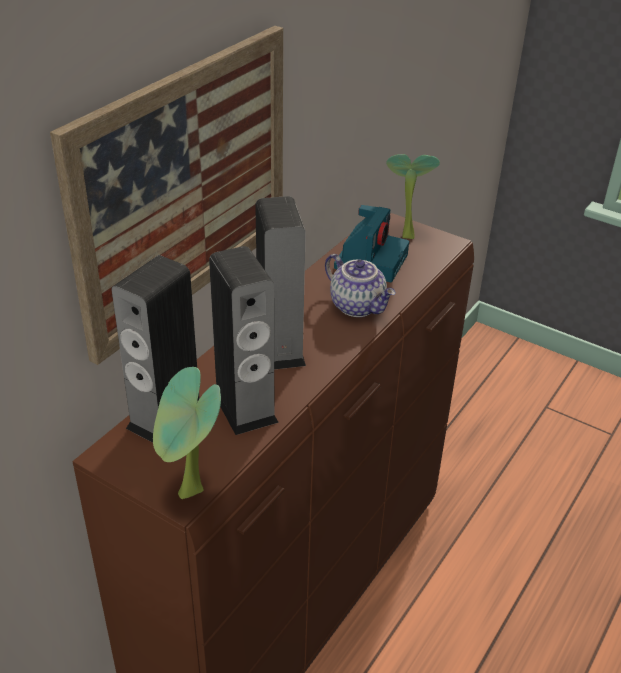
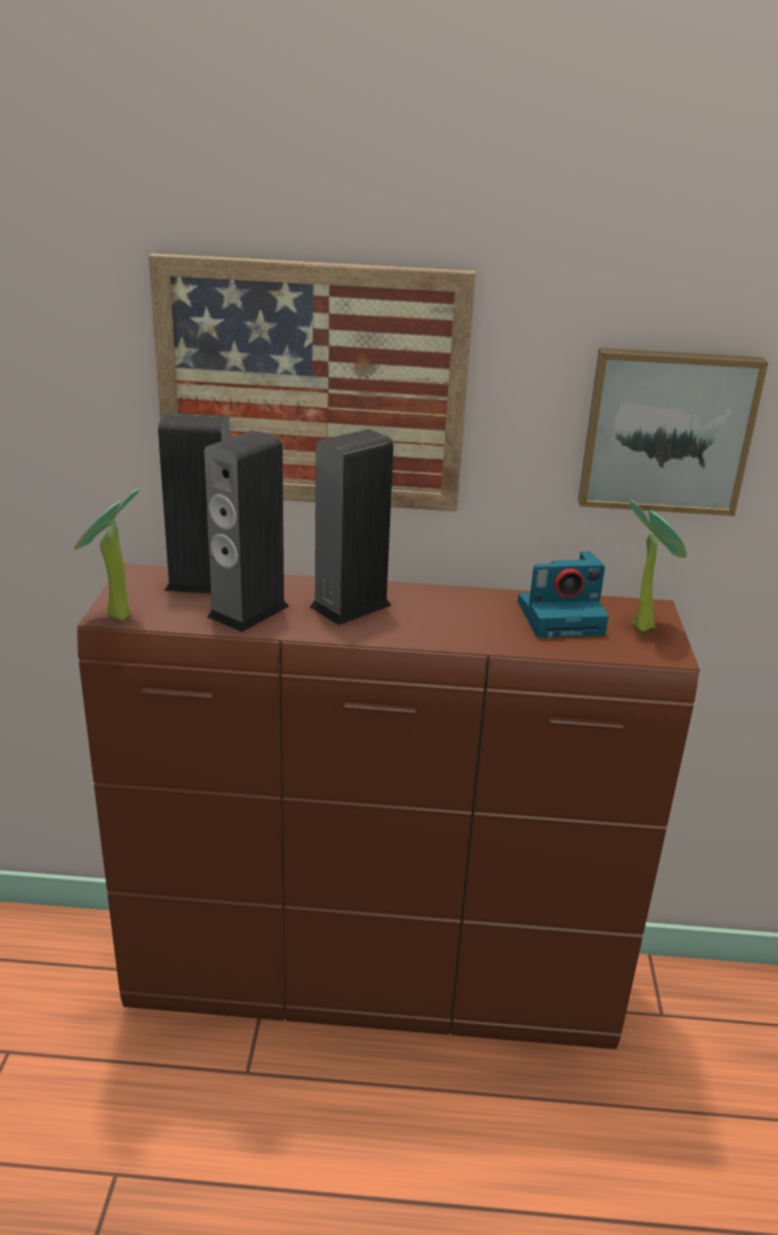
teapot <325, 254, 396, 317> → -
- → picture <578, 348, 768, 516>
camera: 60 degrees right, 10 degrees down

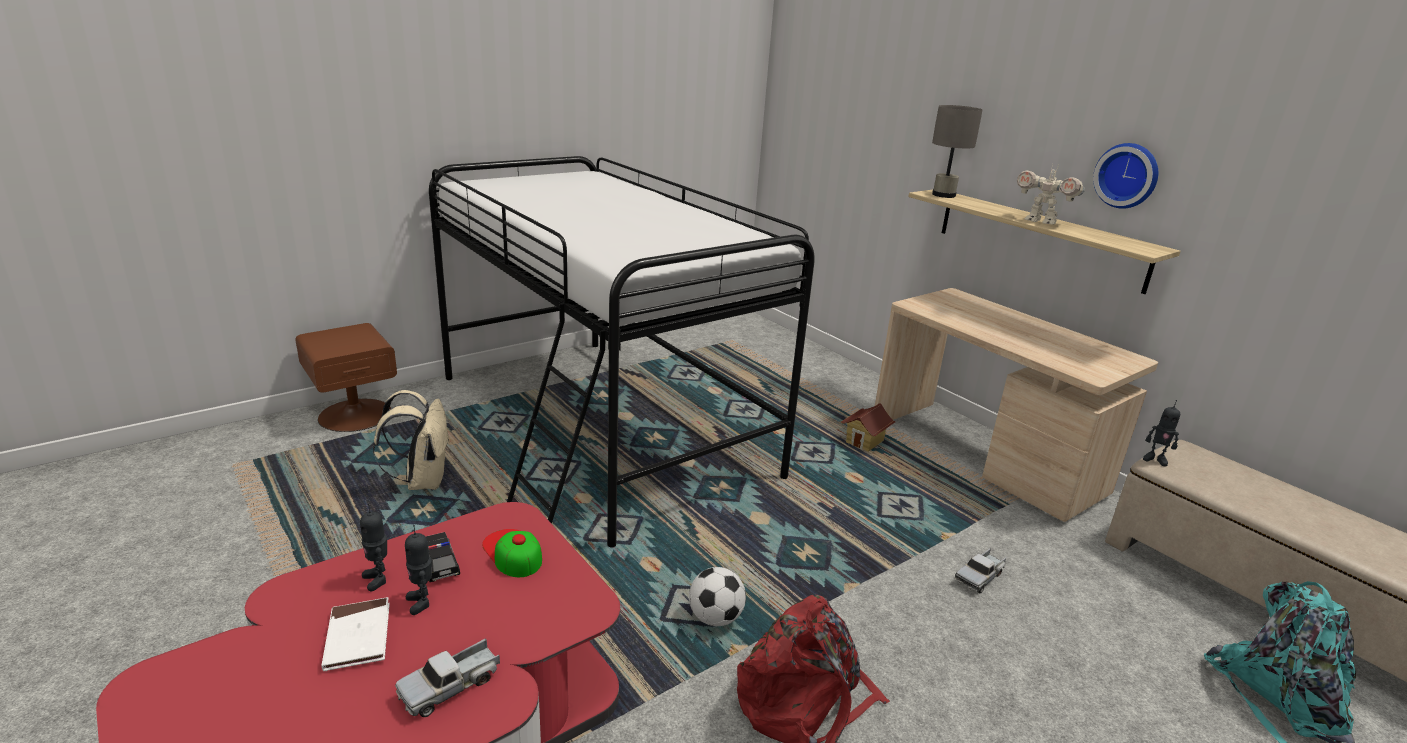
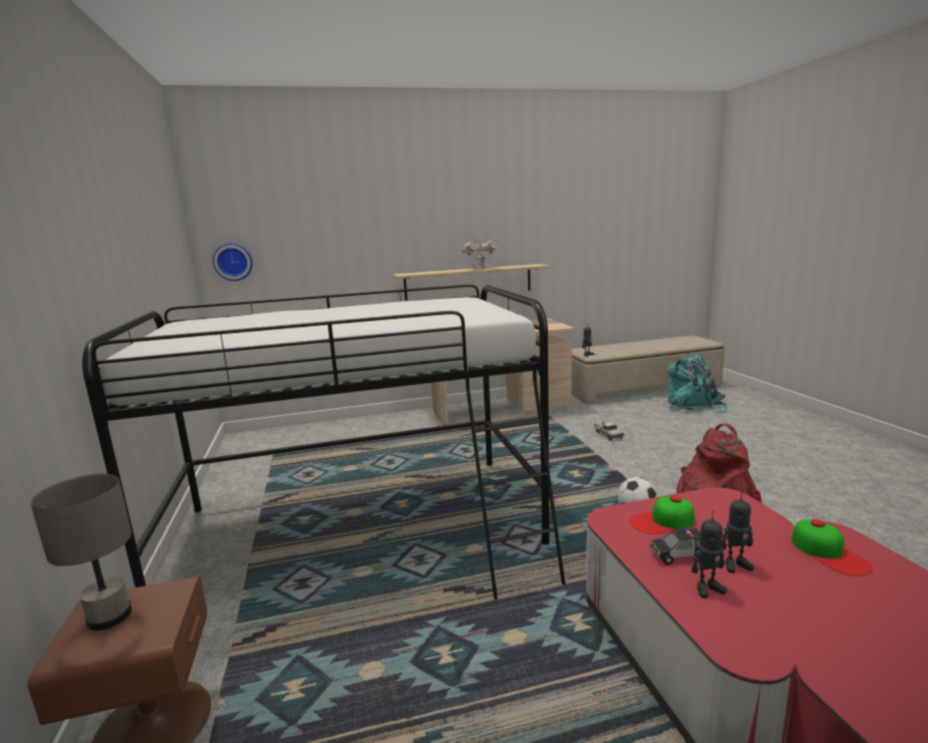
book in white <321, 597, 390, 671> → -
backpack in beige <373, 390, 450, 490> → -
toy house <841, 403, 896, 452> → -
table lamp in grey <932, 105, 982, 198> → table lamp in grey <31, 474, 132, 631>, move
wall clock <1093, 143, 1158, 209> → wall clock <213, 243, 253, 281>, move
toy truck <395, 639, 500, 717> → cap <791, 519, 873, 576>
camera: 65 degrees left, 10 degrees down

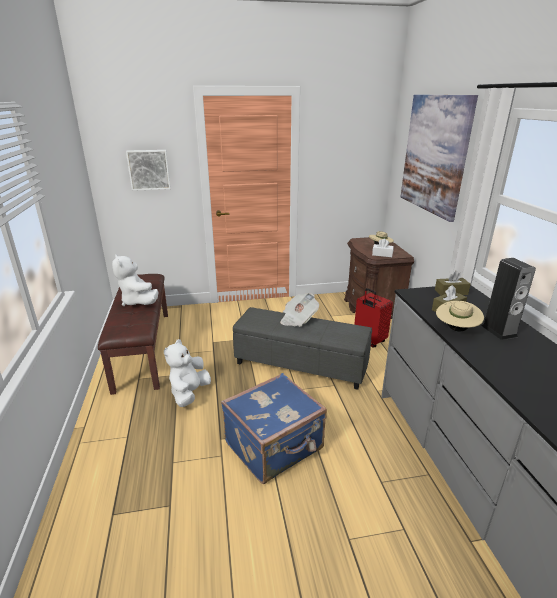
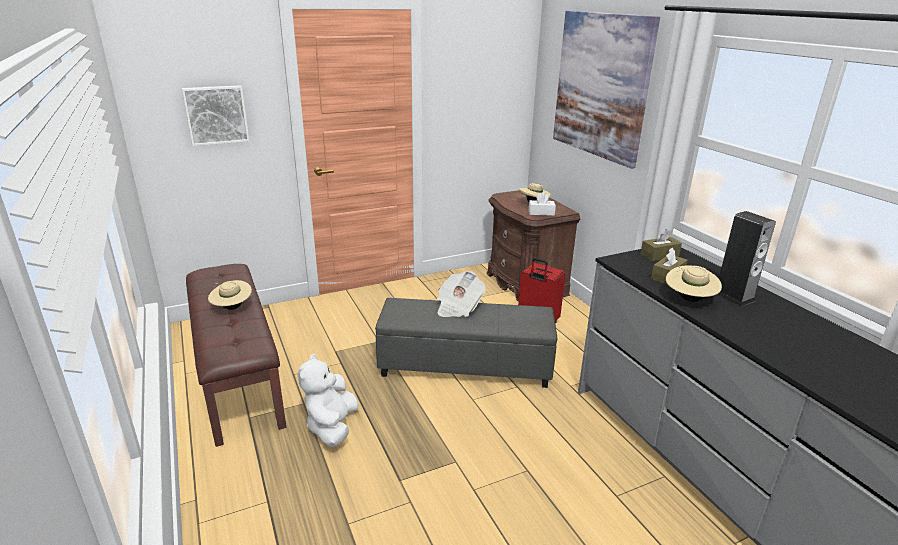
suitcase in blue <221, 373, 327, 484> → -
plush toy in white <112, 254, 159, 306> → hat in beige <208, 280, 252, 310>
camera: 15 degrees left, 0 degrees up

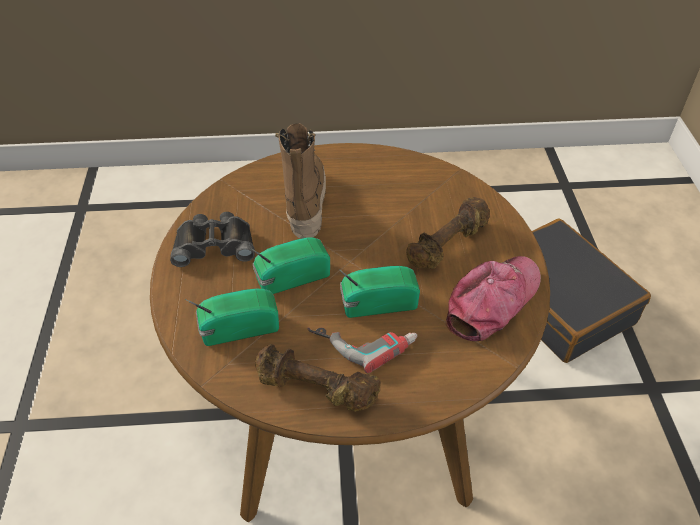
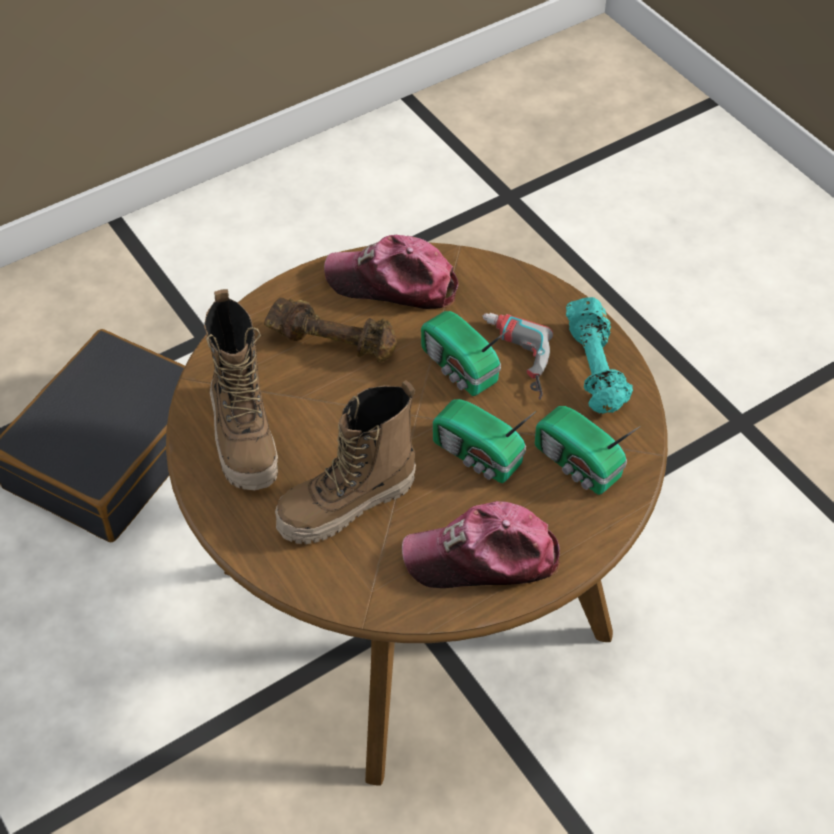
- → boot <204, 289, 278, 491>
binoculars in black <170, 212, 255, 267> → cap <402, 501, 560, 588>
dumbbell in brown <255, 344, 381, 412> → dumbbell in turquoise <566, 297, 633, 414>
camera: 120 degrees left, 5 degrees up

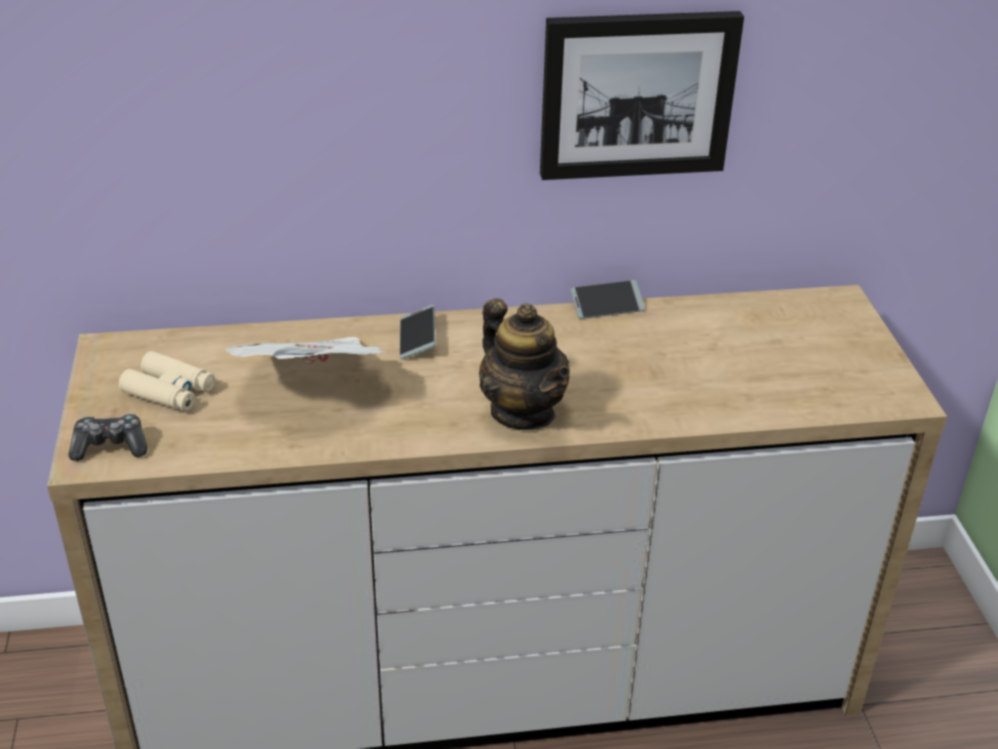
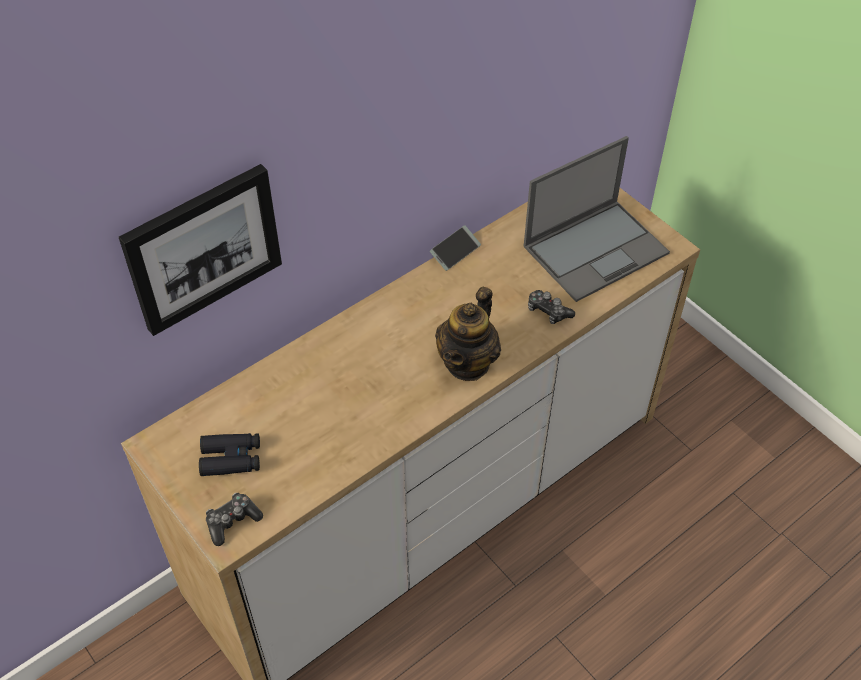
newspaper <225, 337, 389, 364> → -
phone <400, 305, 435, 360> → -
- → laptop <523, 136, 670, 302>
- → game controller <528, 290, 575, 324>
picture <540, 11, 744, 180> → picture <119, 164, 282, 336>, move
binoculars in beige <119, 351, 215, 411> → binoculars in black <199, 433, 260, 476>
teapot <479, 298, 570, 430> → teapot <435, 287, 501, 381>, 90 degrees clockwise
camera: 30 degrees left, 15 degrees up

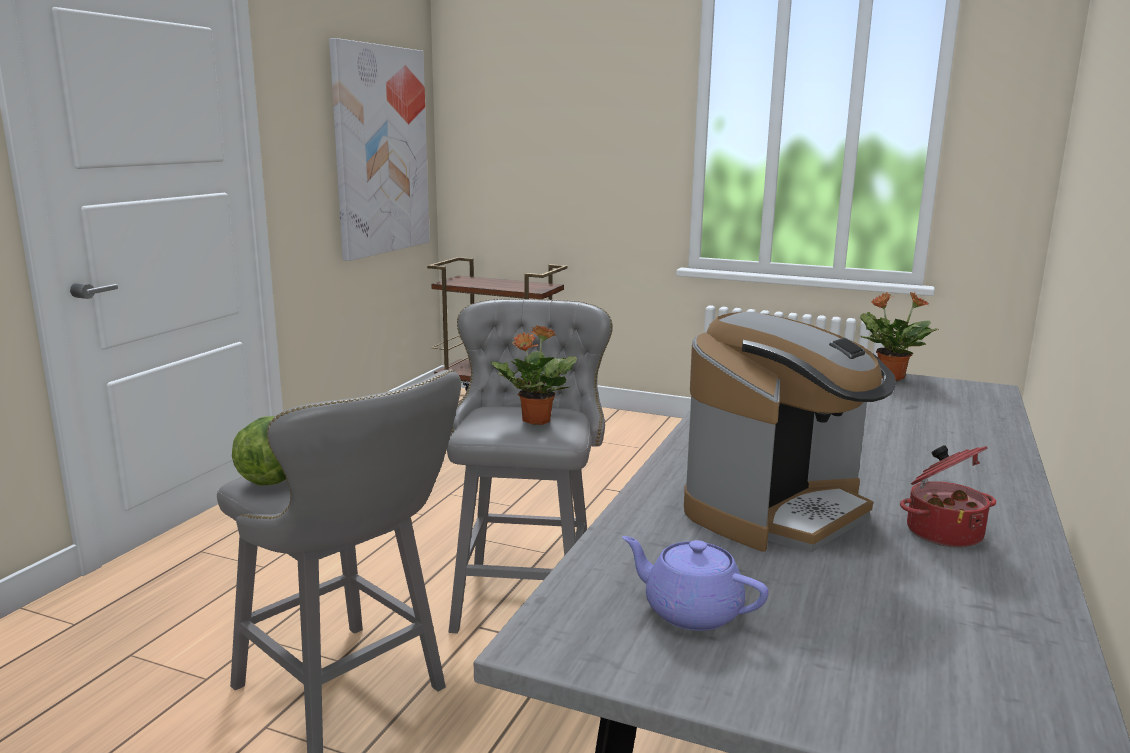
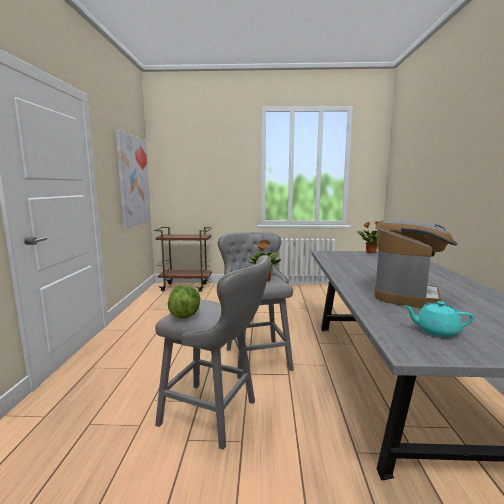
cooking pot <900, 445, 996, 548> → -
teapot in purple <622, 536, 769, 631> → teapot in turquoise <404, 301, 474, 337>
camera: 20 degrees left, 5 degrees down

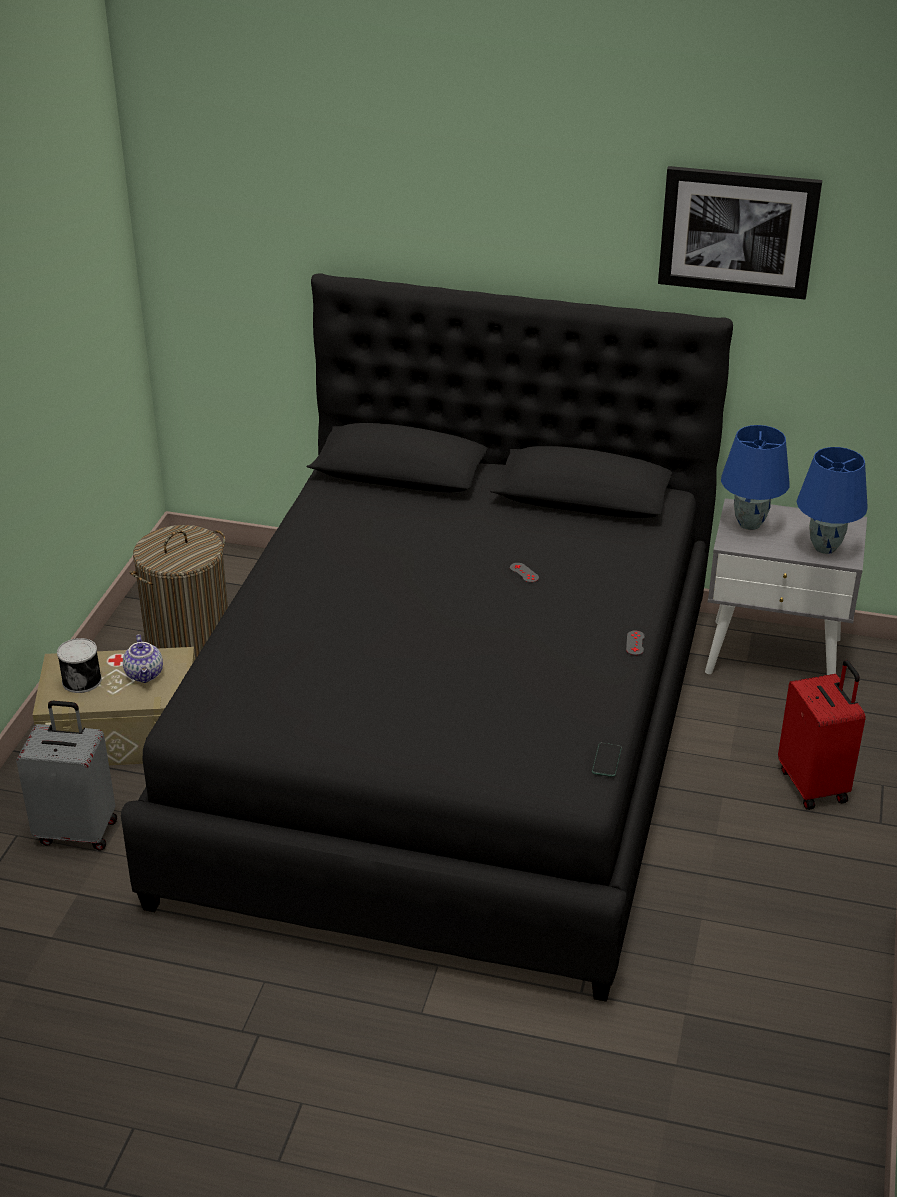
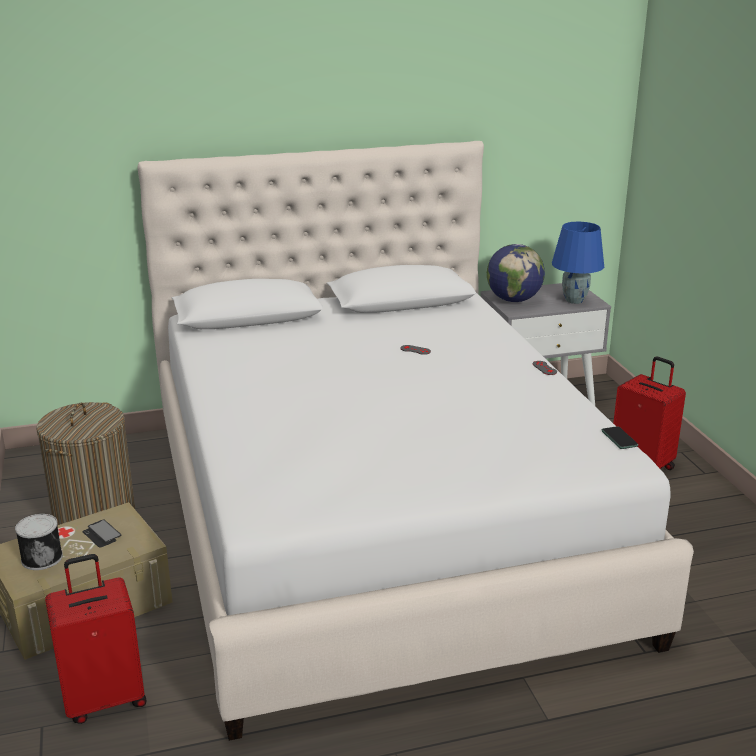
picture <658, 166, 822, 299> → -
teapot <123, 634, 163, 683> → phone <82, 520, 122, 548>
table lamp in blue <721, 425, 789, 530> → globe <487, 244, 545, 302>
suitcase in grey <16, 701, 117, 851> → suitcase in red <45, 554, 147, 724>
bed in black <121, 273, 733, 1002> → bed in white <138, 141, 694, 741>
camera: 30 degrees left, 10 degrees down

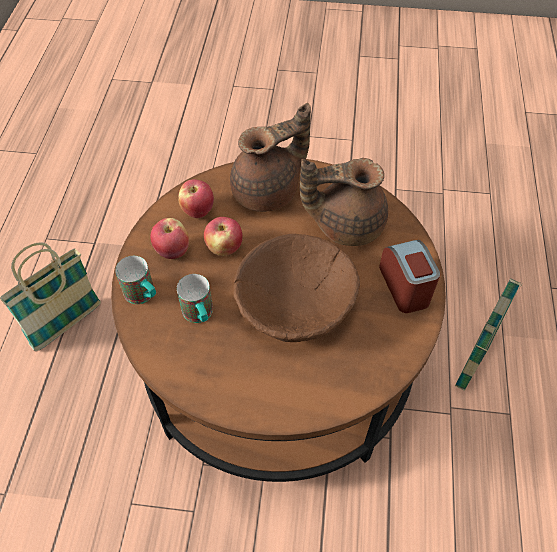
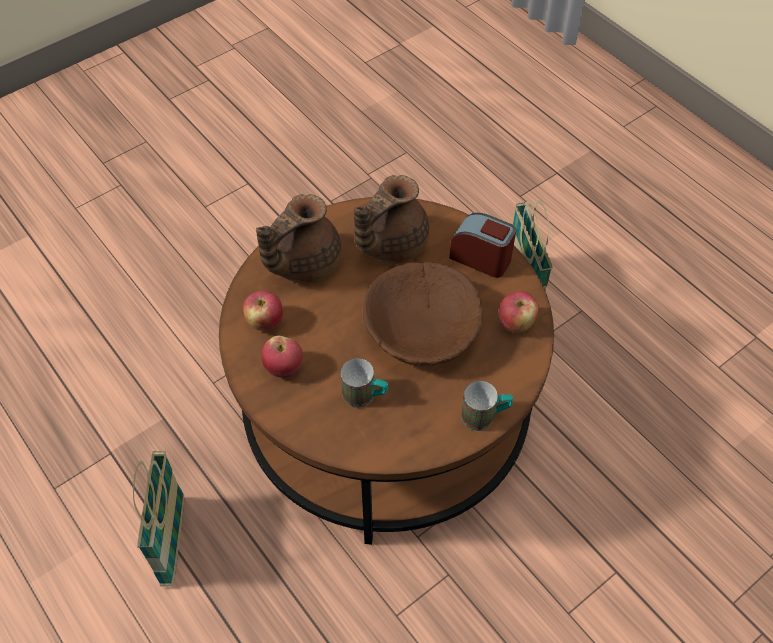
mug <115, 256, 156, 304> → mug <461, 381, 513, 431>, move
apple <204, 217, 243, 256> → apple <499, 291, 539, 333>, move
teapot in brown <230, 103, 311, 212> → teapot in brown <256, 194, 342, 284>, 150 degrees counterclockwise
camera: 45 degrees left, 0 degrees up

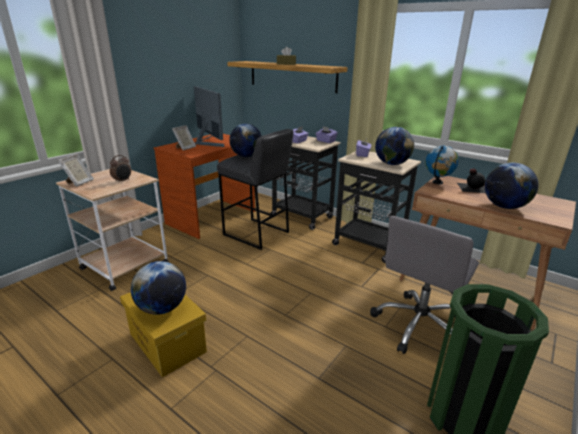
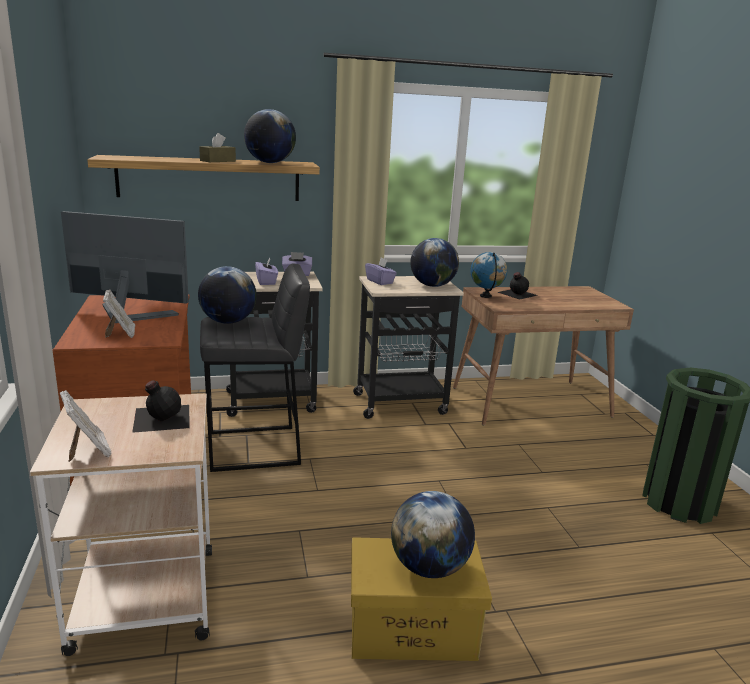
office chair in grey <370, 216, 479, 354> → -
globe <485, 163, 538, 209> → globe <244, 109, 296, 163>, move
alarm clock <110, 155, 131, 183> → bottle in black <132, 380, 190, 433>
camera: 50 degrees left, 5 degrees down

